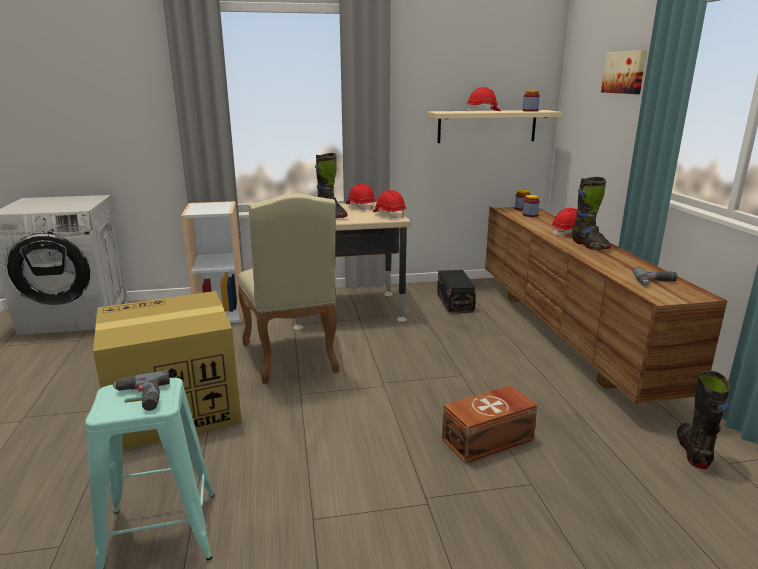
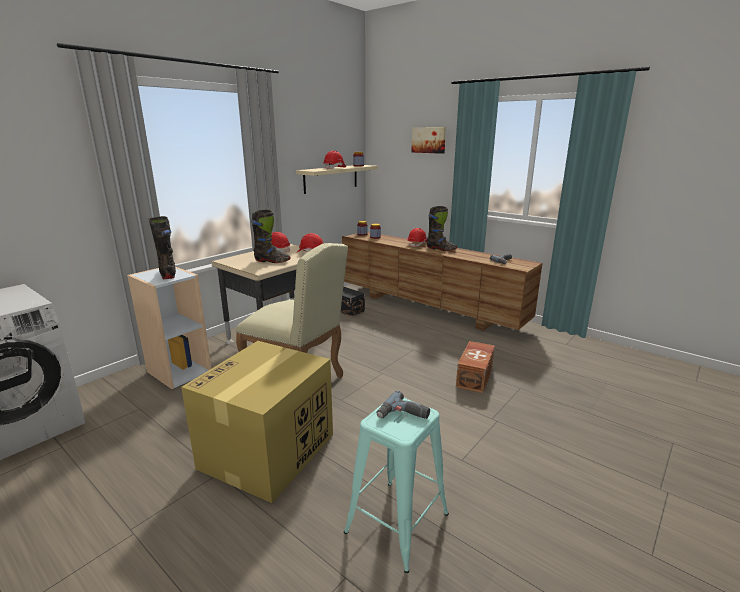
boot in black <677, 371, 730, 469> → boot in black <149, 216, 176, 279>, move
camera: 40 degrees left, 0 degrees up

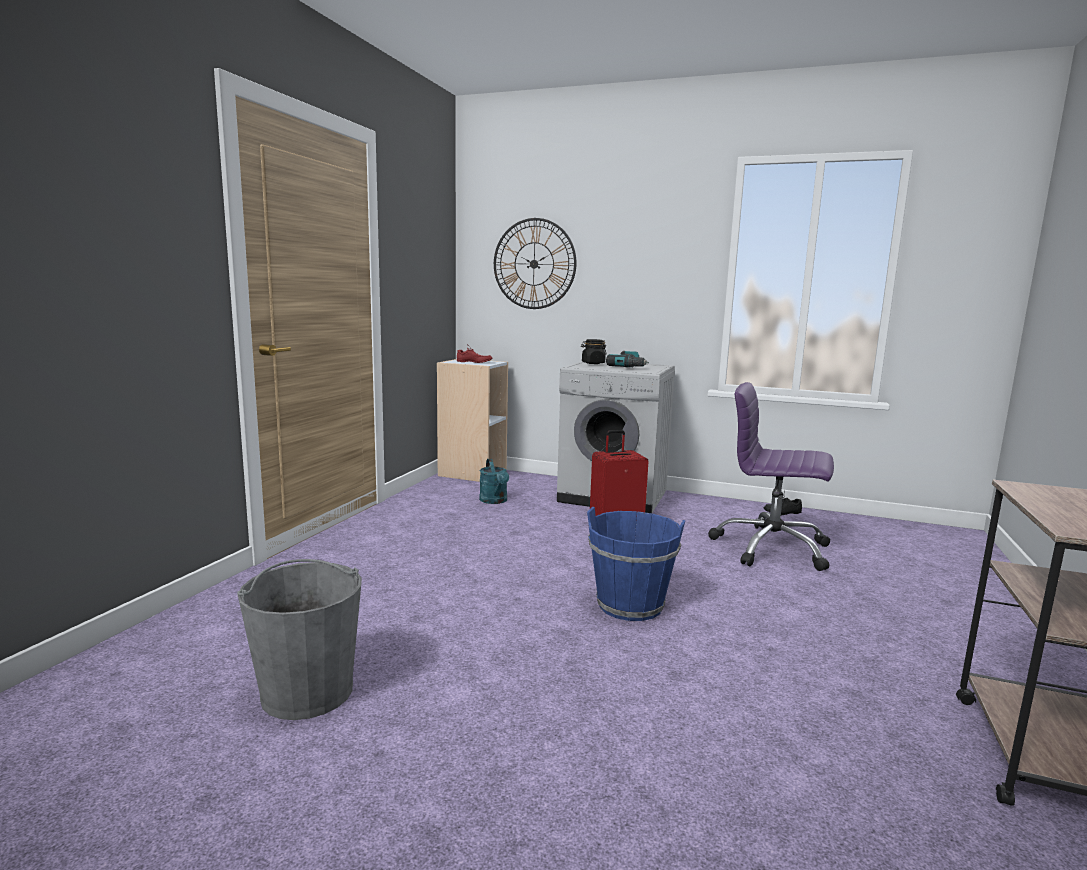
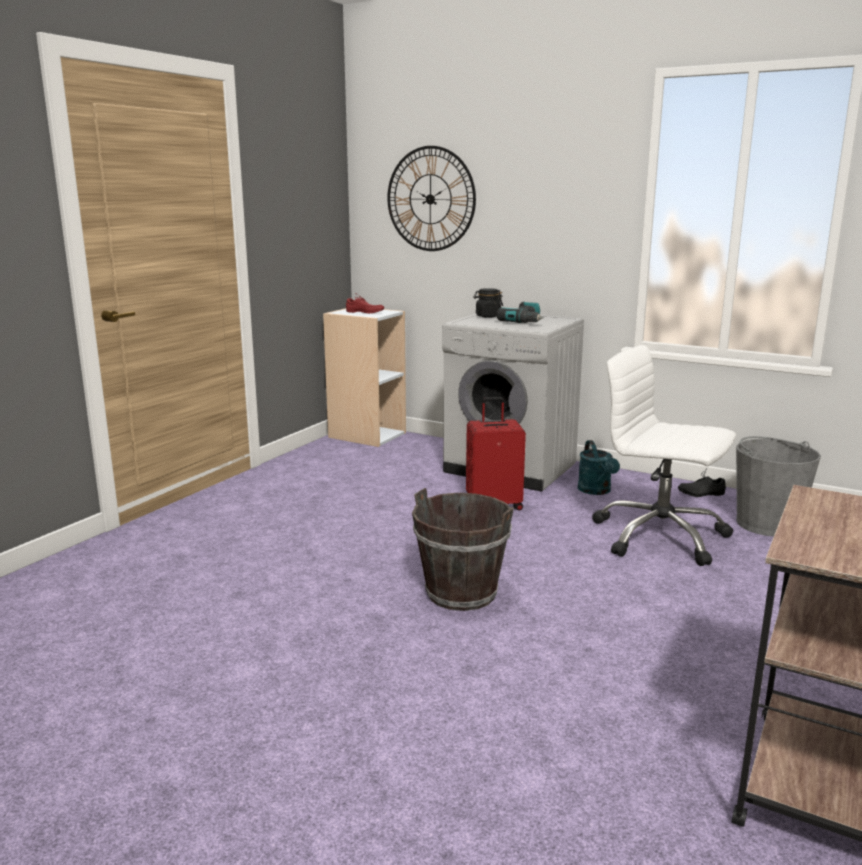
bucket in grey <237, 559, 362, 720> → bucket in grey <736, 436, 821, 537>, move
watering can in turquoise <479, 459, 509, 504> → watering can in turquoise <578, 440, 620, 495>, move
bucket in blue <587, 507, 685, 621> → bucket in brown <412, 488, 514, 611>
office chair in purple <708, 382, 834, 571> → office chair in white <592, 345, 736, 566>
camera: 10 degrees right, 5 degrees up

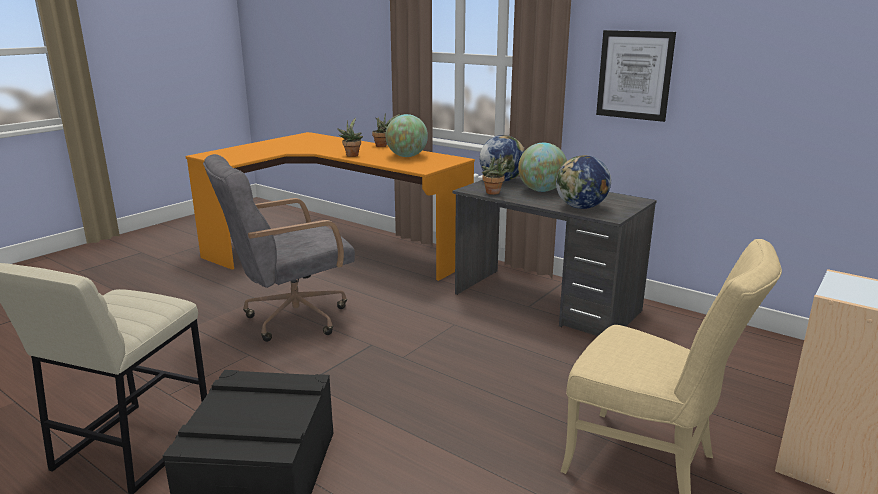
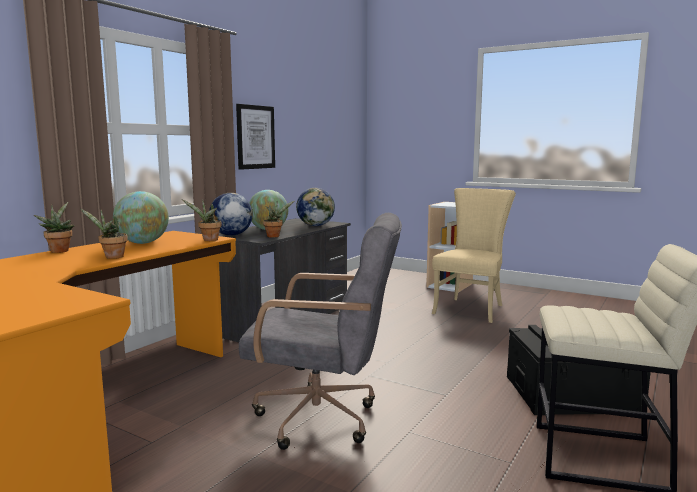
- → potted plant <182, 199, 222, 241>
office chair in grey <203, 154, 355, 342> → office chair in grey <239, 213, 402, 450>, 45 degrees counterclockwise
camera: 95 degrees left, 10 degrees down

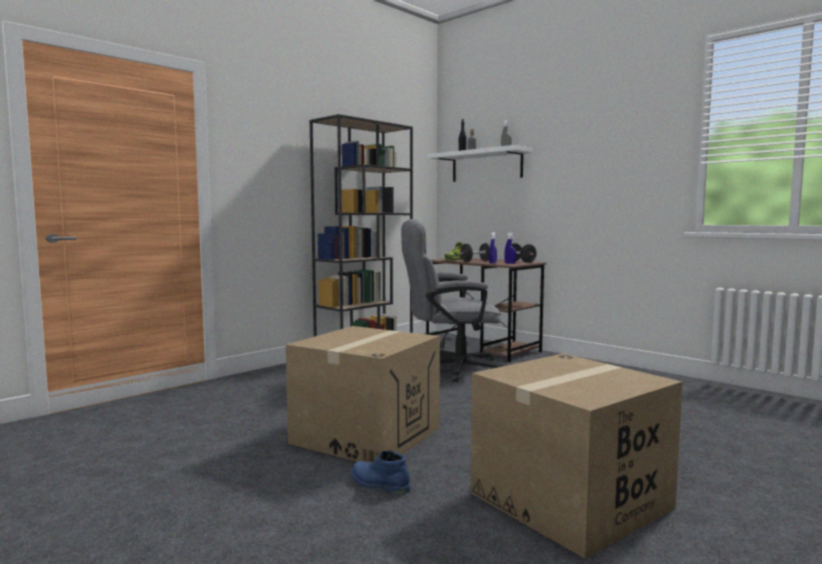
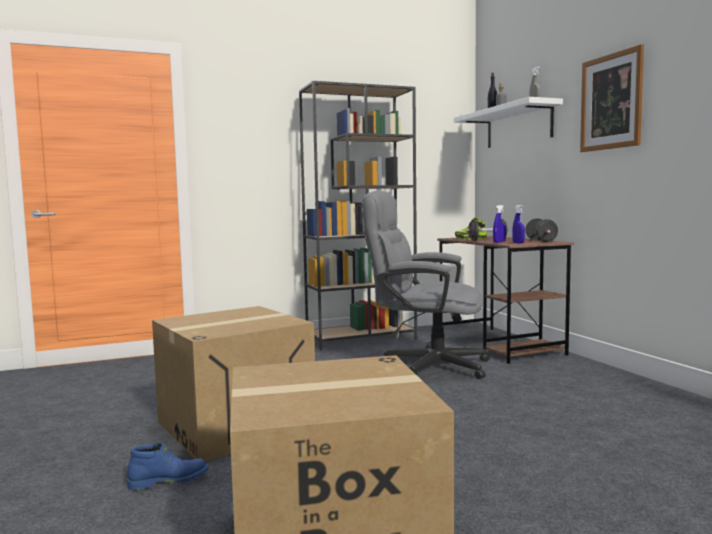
- → picture <580, 44, 644, 152>
boot in blue <351, 450, 411, 494> → boot in blue <127, 443, 209, 490>, 105 degrees clockwise
camera: 25 degrees right, 0 degrees up

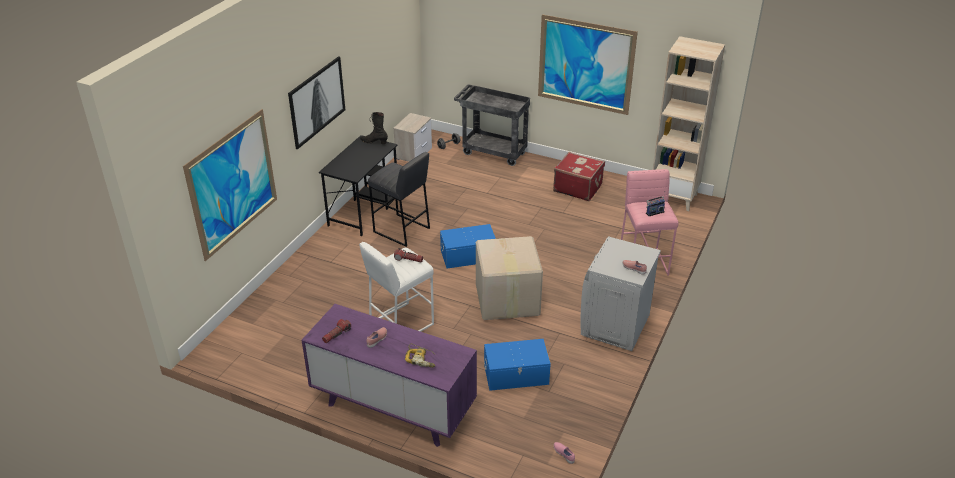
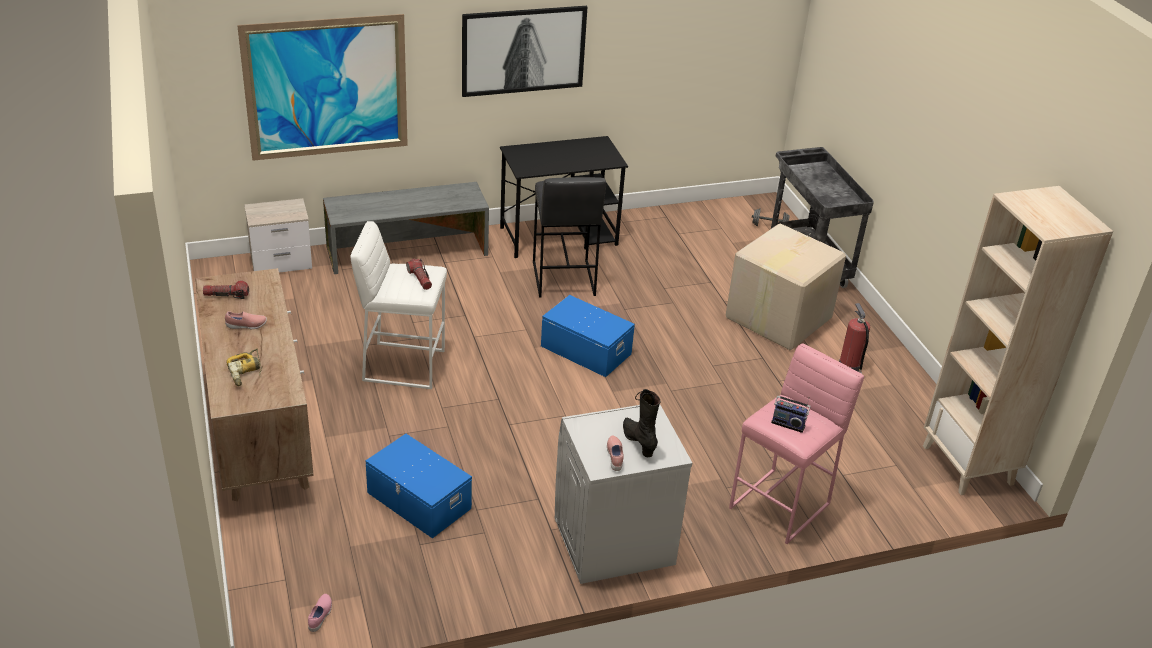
picture <538, 14, 638, 115> → -
- → bench in grey <323, 182, 489, 274>
boot in black <360, 112, 388, 144> → boot in black <623, 389, 661, 457>, move
nightstand <393, 113, 432, 162> → nightstand <244, 198, 312, 272>, move
cardboard box <476, 236, 543, 320> → cardboard box <726, 223, 846, 350>, move
suitcase in red <553, 152, 605, 201> → fire extinguisher <839, 303, 870, 374>
dresser in purple <301, 304, 477, 447> → dresser in green <195, 268, 314, 501>
camera: 45 degrees right, 0 degrees up

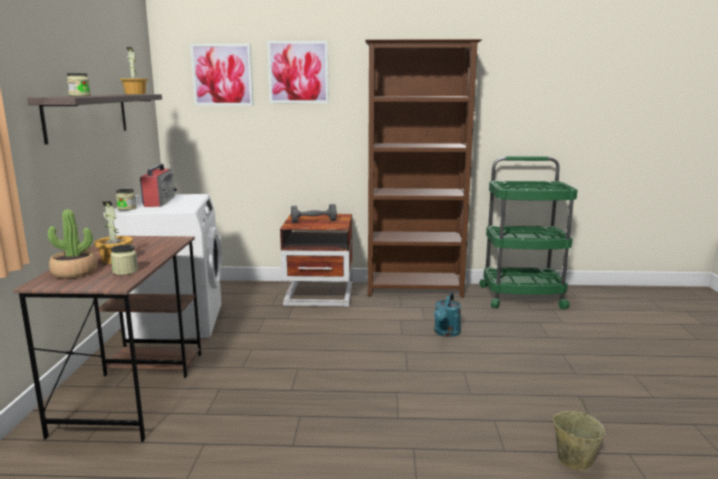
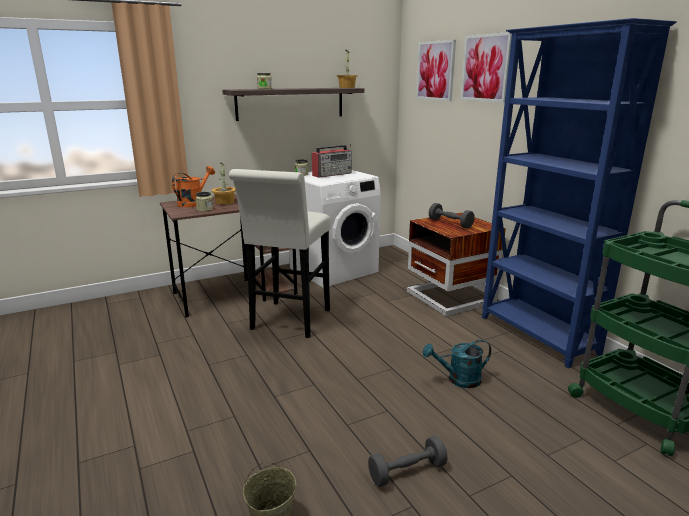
- → stool in white <229, 169, 331, 338>
- → dumbbell in grey <368, 436, 447, 487>
potted plant <48, 210, 97, 278> → watering can in orange <172, 166, 215, 207>
bookcase in brown <365, 39, 482, 298> → bookcase in blue <482, 18, 677, 368>
camera: 60 degrees right, 5 degrees up

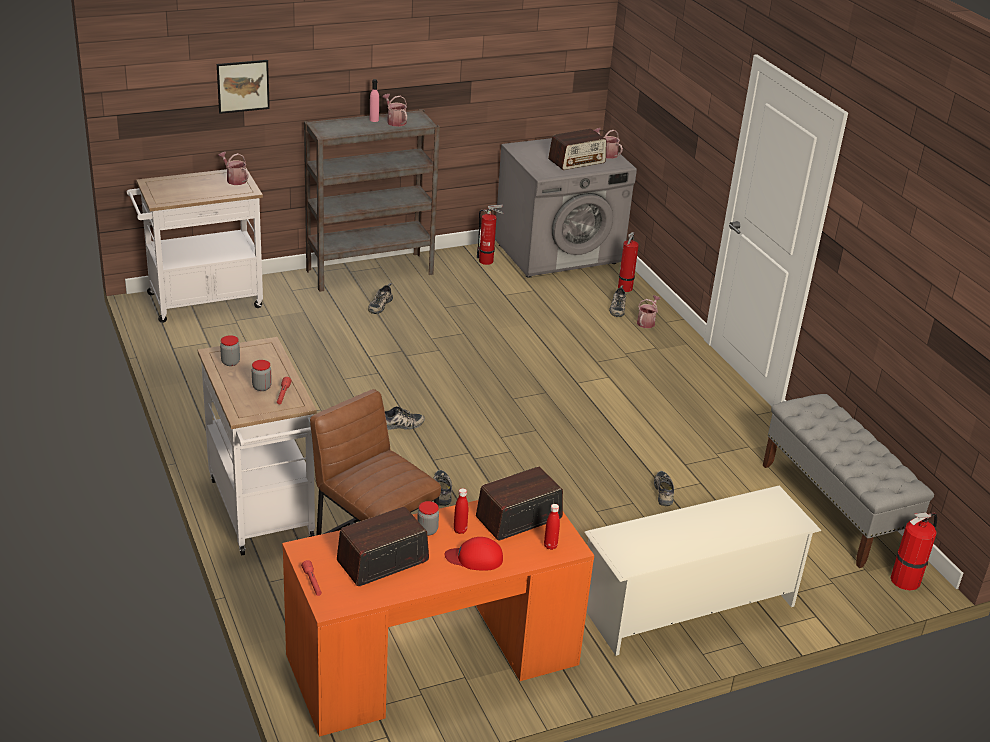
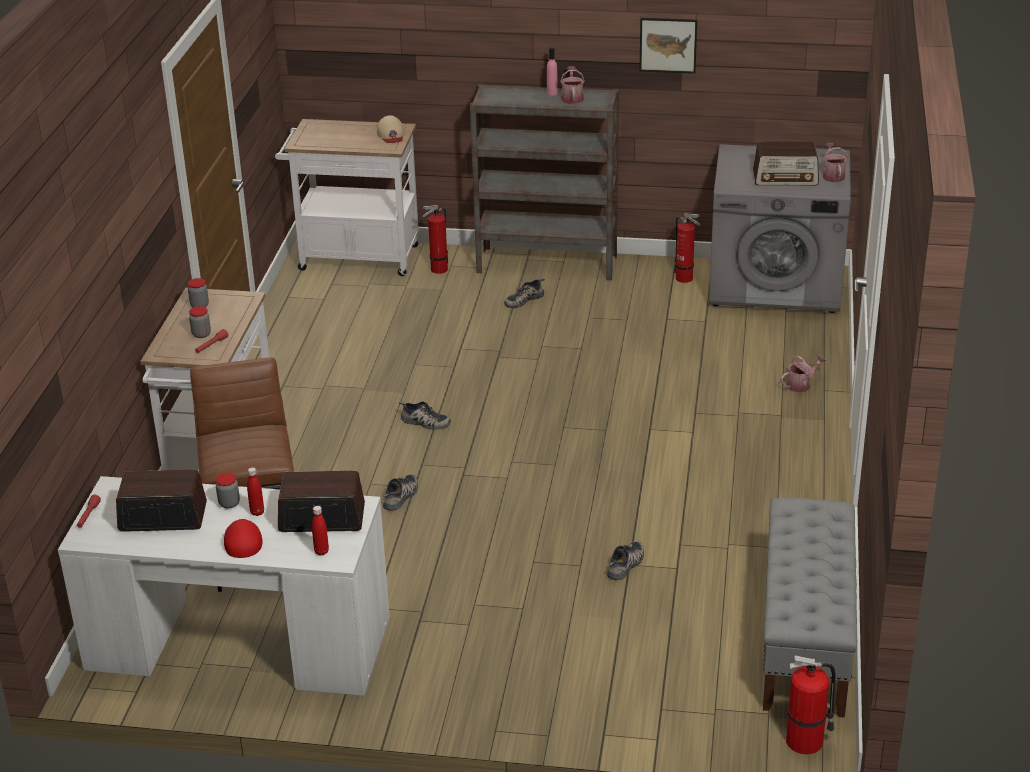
shoe rack in white <584, 486, 821, 656> → -
shoe <609, 285, 627, 317> → -
picture <217, 60, 270, 114> → picture <639, 18, 697, 74>, move
fire extinguisher <618, 232, 639, 292> → fire extinguisher <422, 205, 448, 274>, move
watering can <218, 152, 249, 185> → cap in beige <377, 115, 405, 143>
desk in orange <282, 500, 594, 737> → desk in white <58, 476, 390, 696>
cap in red <445, 537, 503, 571> → cap in red <224, 519, 262, 558>, 45 degrees clockwise
camera: 35 degrees right, 0 degrees up

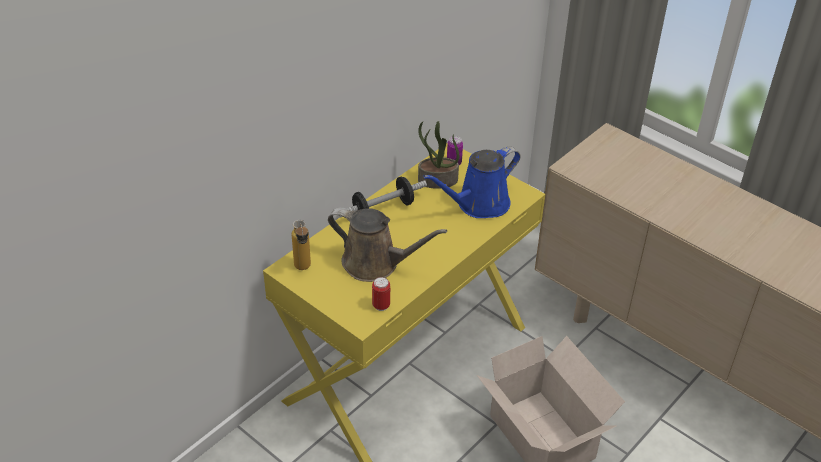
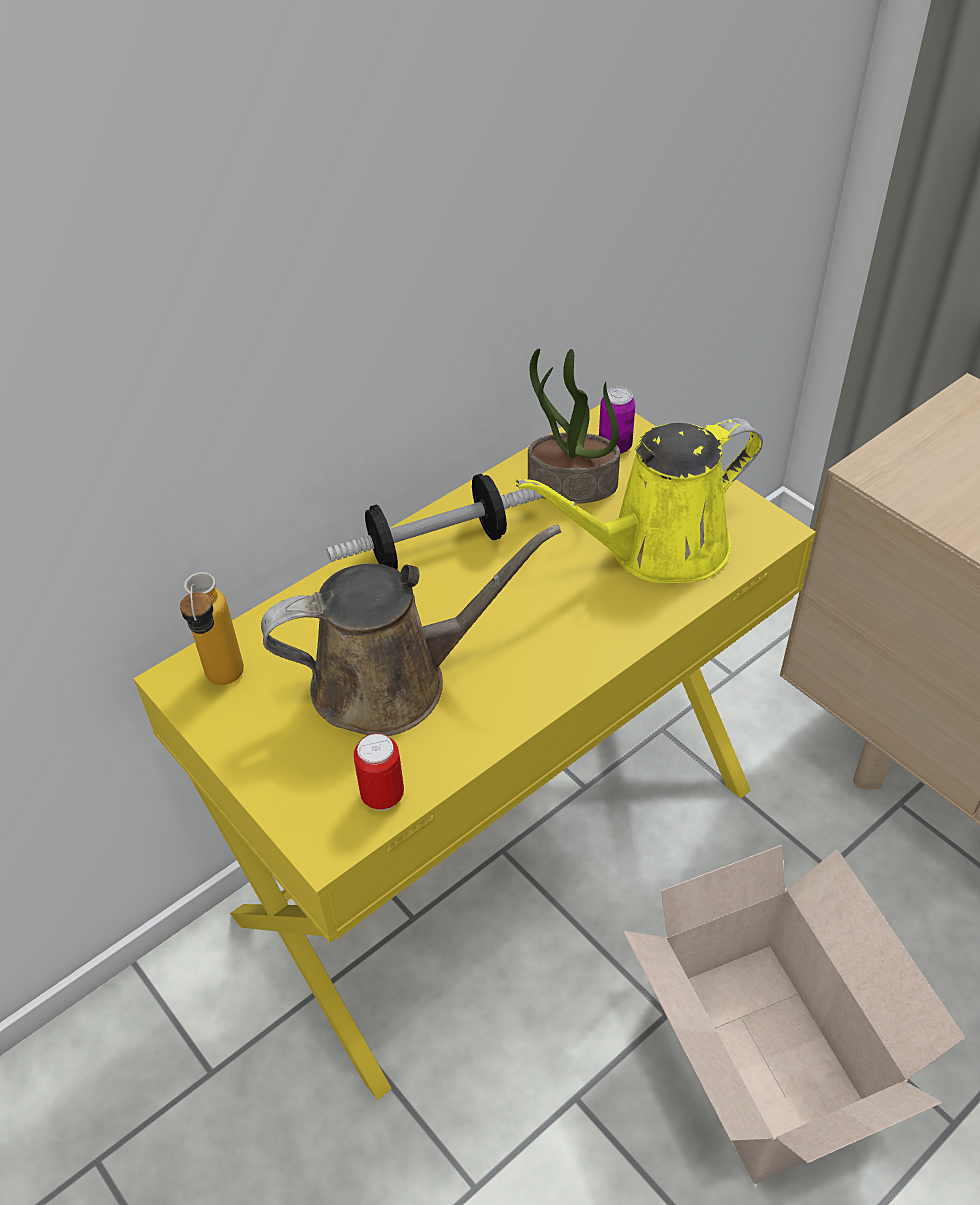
watering can in blue <423, 147, 521, 218> → watering can in yellow <515, 418, 763, 583>
watering can in brown <328, 208, 447, 282> → watering can in brown <261, 525, 561, 736>, 45 degrees counterclockwise
camera: 10 degrees right, 5 degrees up

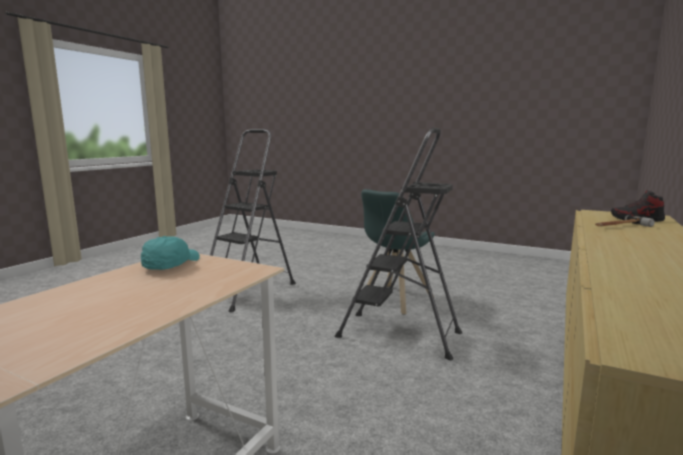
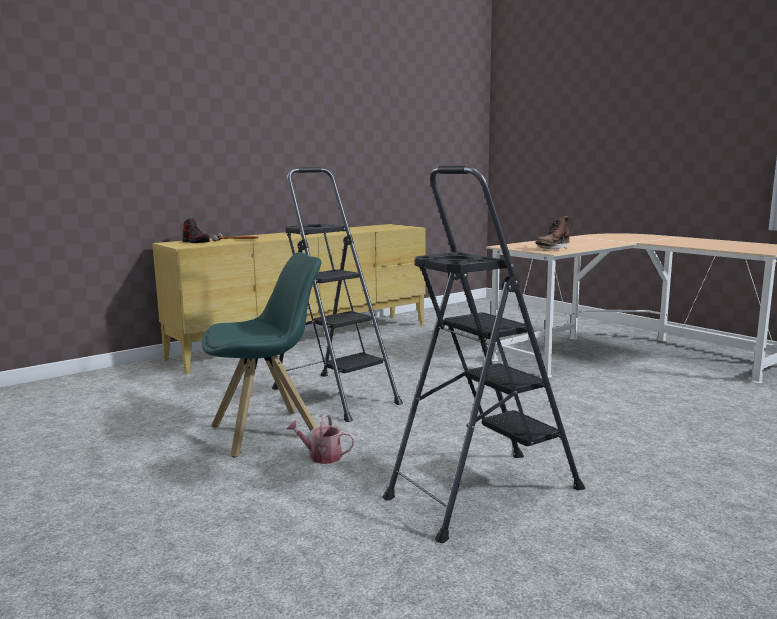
- → watering can <286, 413, 355, 464>
cap in turquoise <141, 236, 200, 270> → boot in brown <536, 216, 570, 250>
camera: 155 degrees left, 0 degrees up

